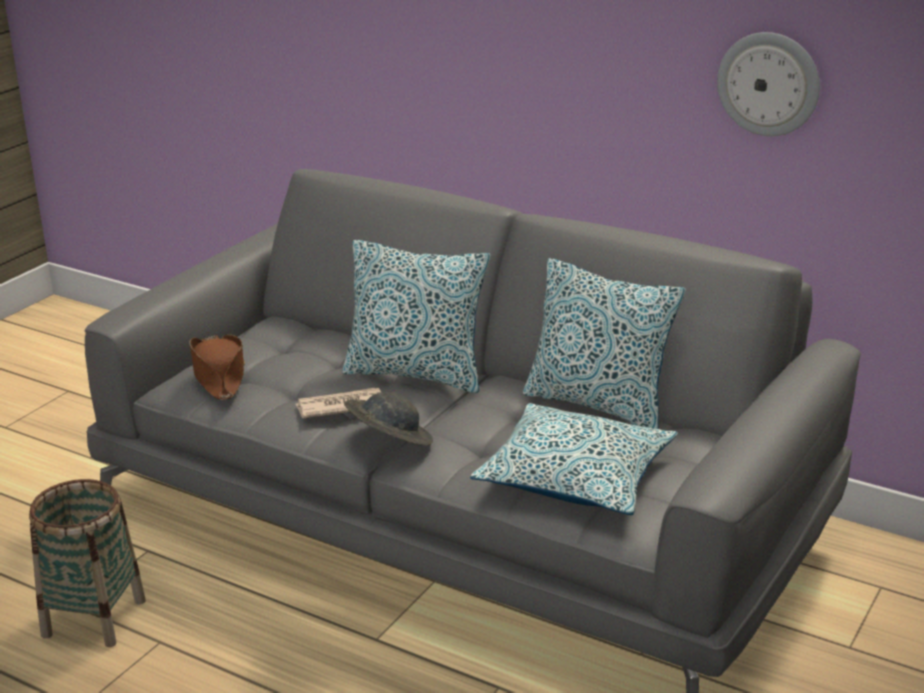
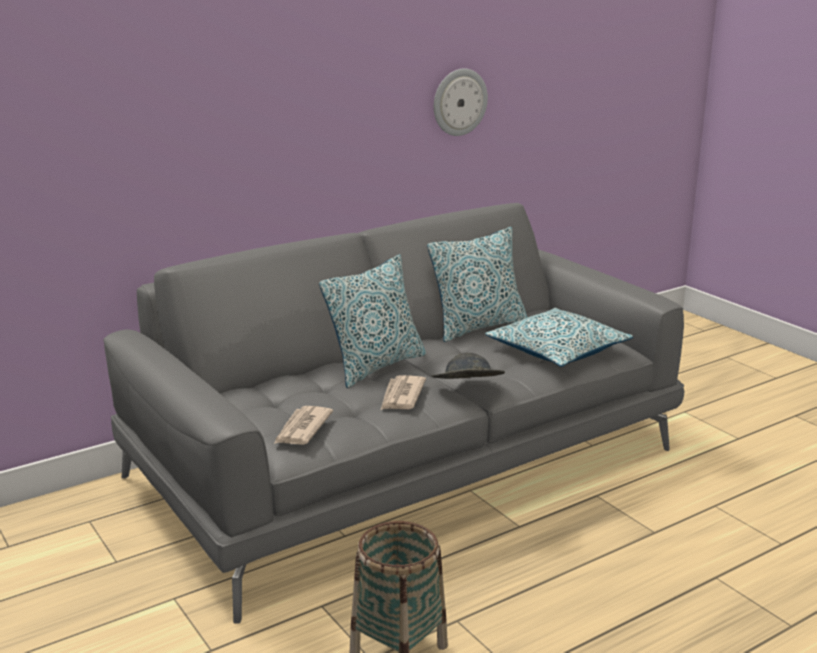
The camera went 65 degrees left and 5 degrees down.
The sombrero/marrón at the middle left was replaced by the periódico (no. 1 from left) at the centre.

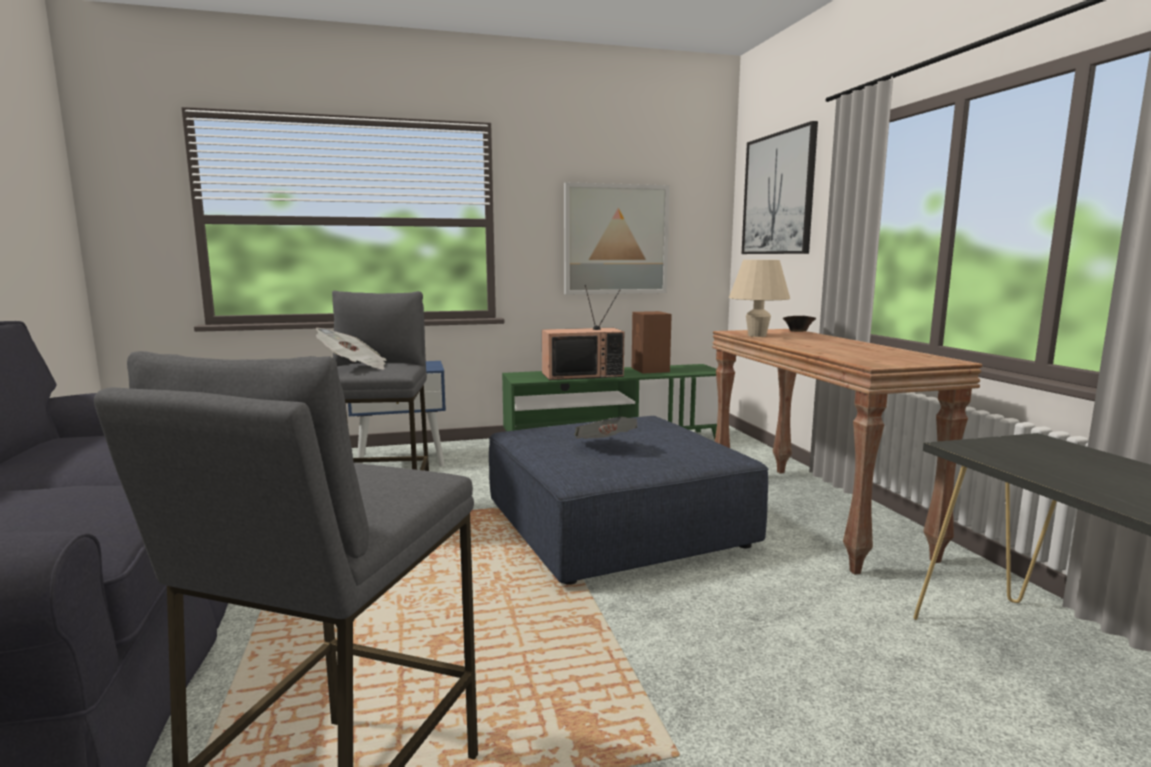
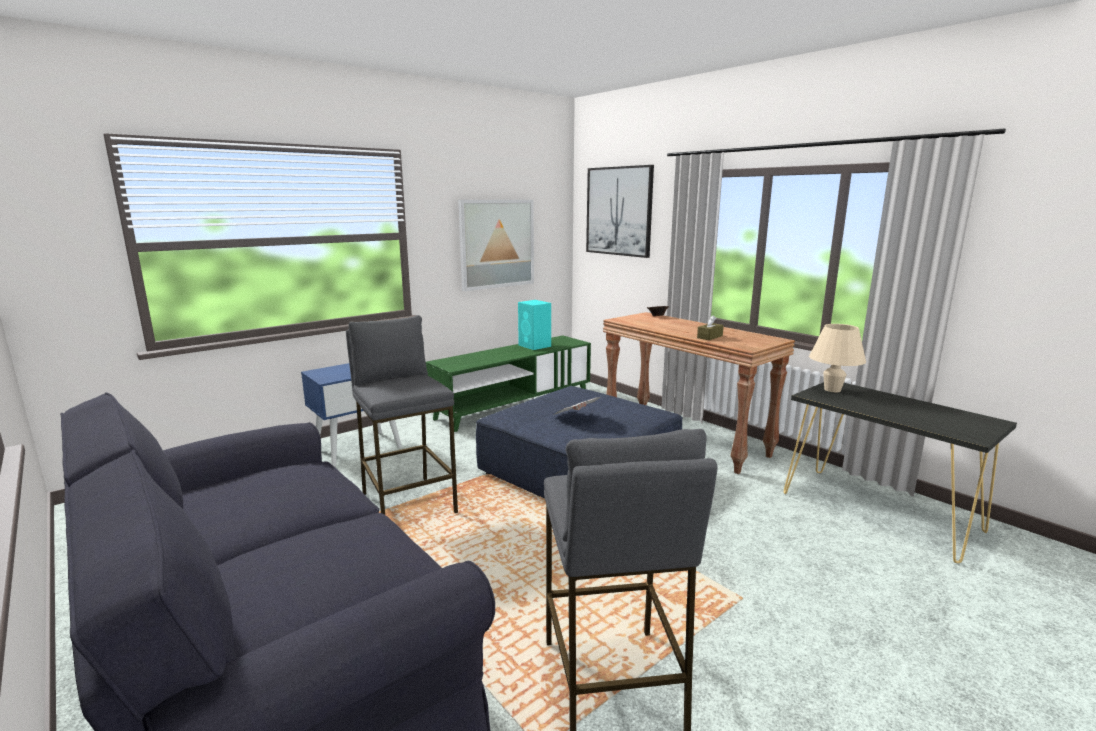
The camera went 25 degrees left and 5 degrees up.
The periódico (no. 1 from left) at the middle left disappeared.
The televisor at the centre disappeared.
The altavoz/marrón at the centre became the altavoz/turquesa at the centre.
The lámpara de mesa/beis moved from the centre to the middle right.
The caja de pañuelos/marrón at the centre appeared.

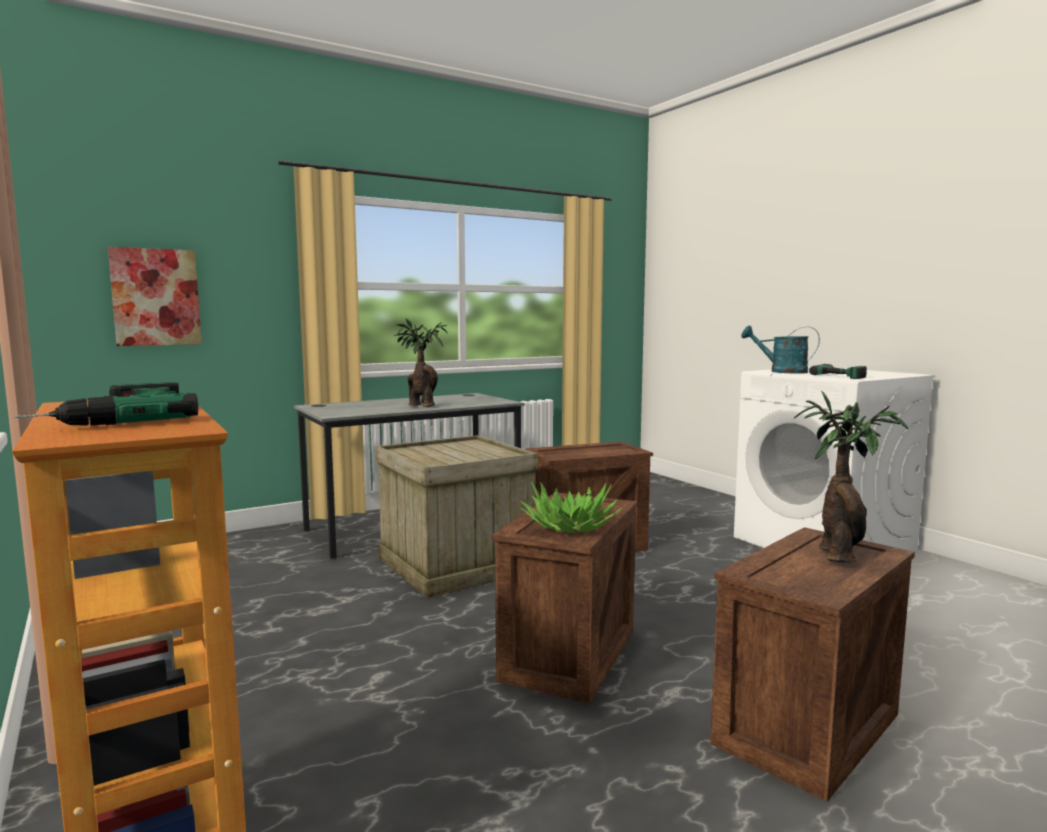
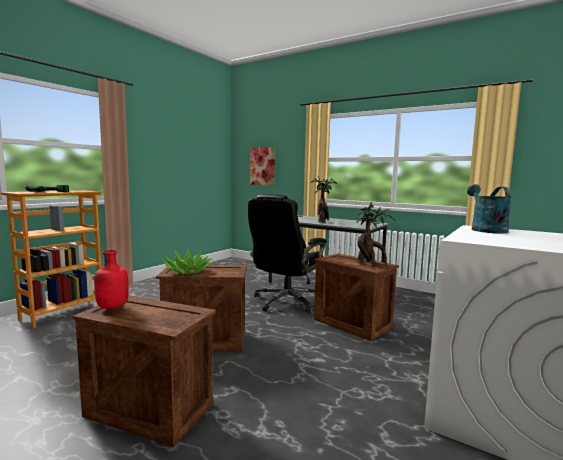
The camera went 65 degrees right and 0 degrees up.
The caja de embalaje (no. 1 from left) at the centre was replaced by the silla de oficina/negro at the centre.
The planta en maceta (no. 3 from left) moved from the middle right to the centre.
The taladro (no. 2 from left) at the middle right disappeared.
The botella/rojo at the middle left appeared.

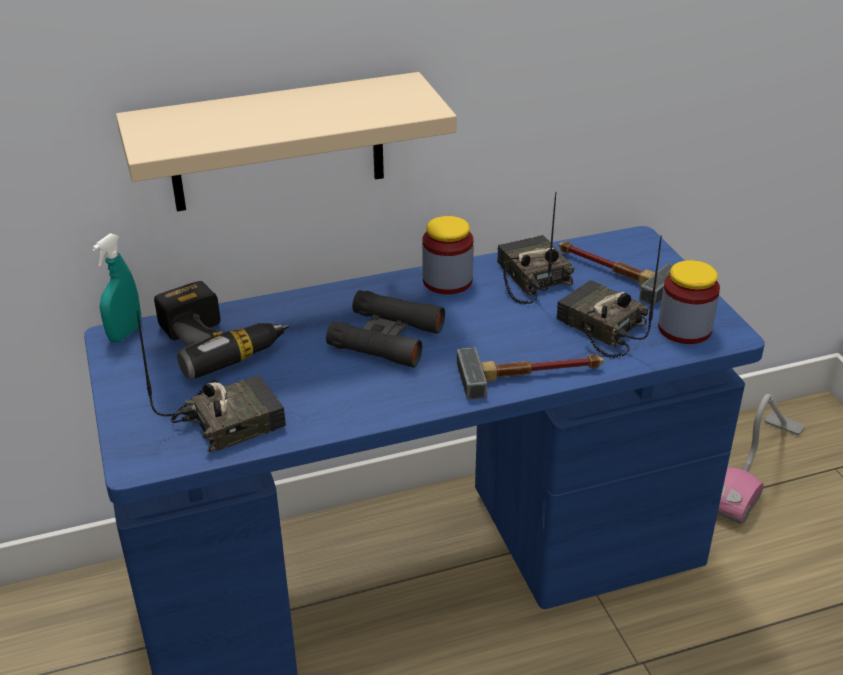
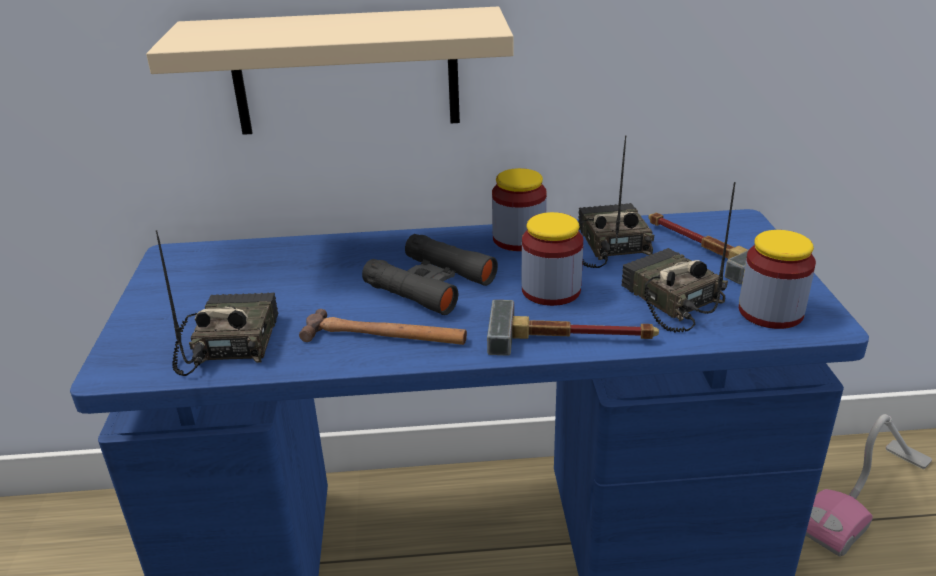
The camera went 15 degrees right and 5 degrees down.
The pulverizador/turquesa at the middle left disappeared.
The radio (no. 1 from left) at the middle left turned 75 degrees counterclockwise.
The taladro at the middle left disappeared.
The martillo (no. 1 from left) at the centre appeared.
The tarro (no. 2 from left) at the centre appeared.

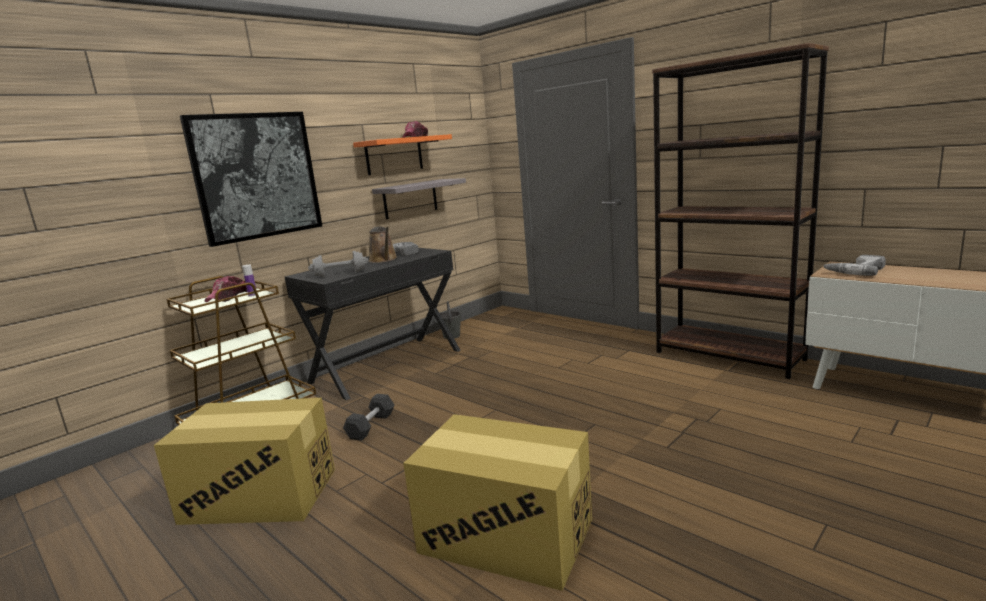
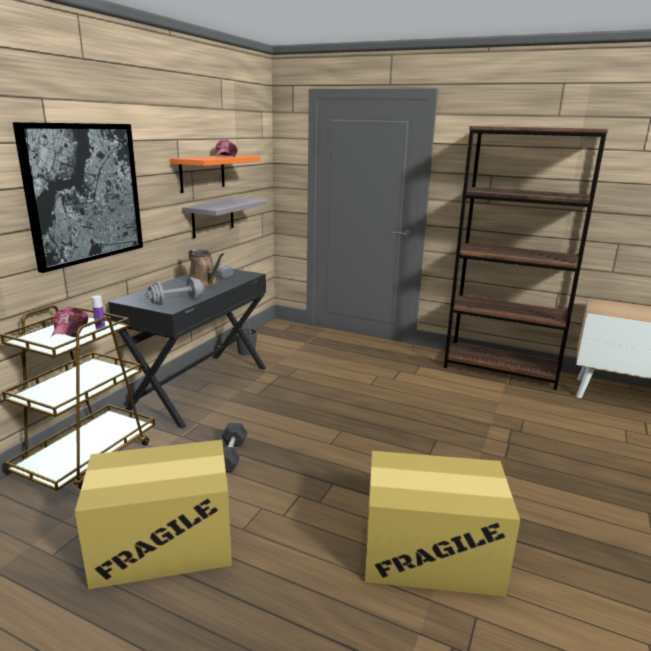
The camera went 20 degrees left and 5 degrees up.
The taladro (no. 2 from left) at the middle right disappeared.

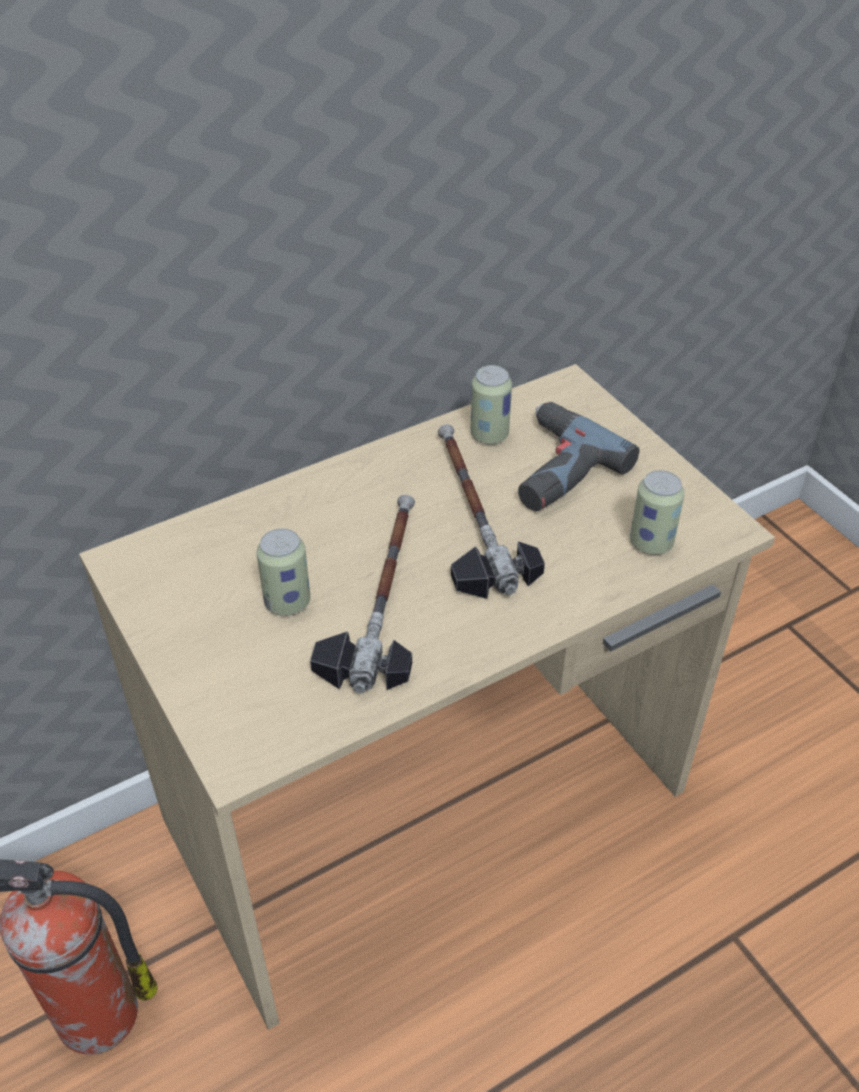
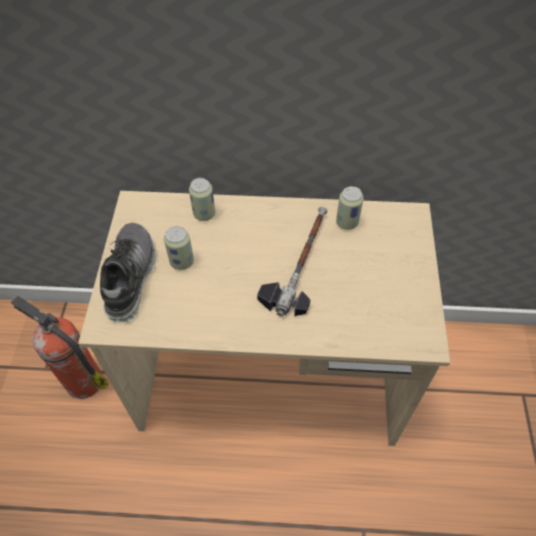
The camera went 35 degrees right and 10 degrees up.
The martillo (no. 1 from left) at the centre disappeared.
The taladro at the middle right disappeared.
The lata (no. 3 from left in the first image) moved from the middle right to the centre.
The zapato at the middle left appeared.

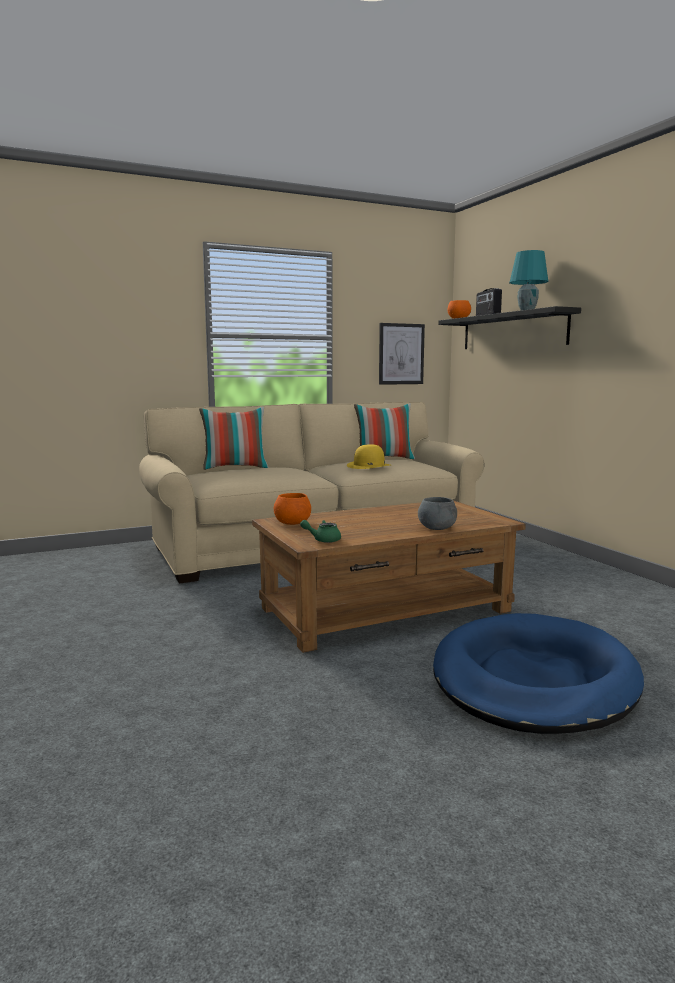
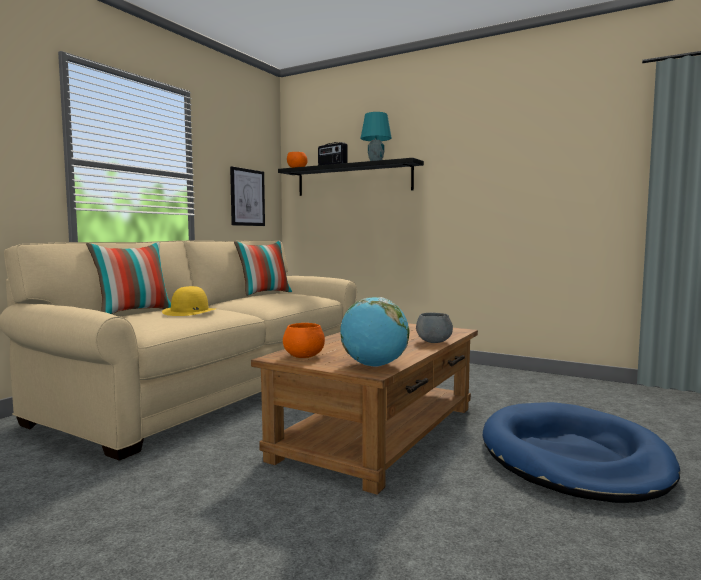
The camera went 35 degrees left and 5 degrees down.
The tetera/verde at the centre was replaced by the globo terráqueo at the centre.
The sombrero/amarillo moved from the centre to the middle left.

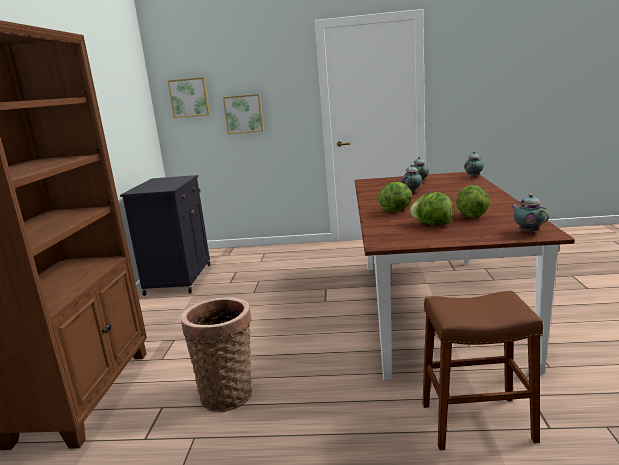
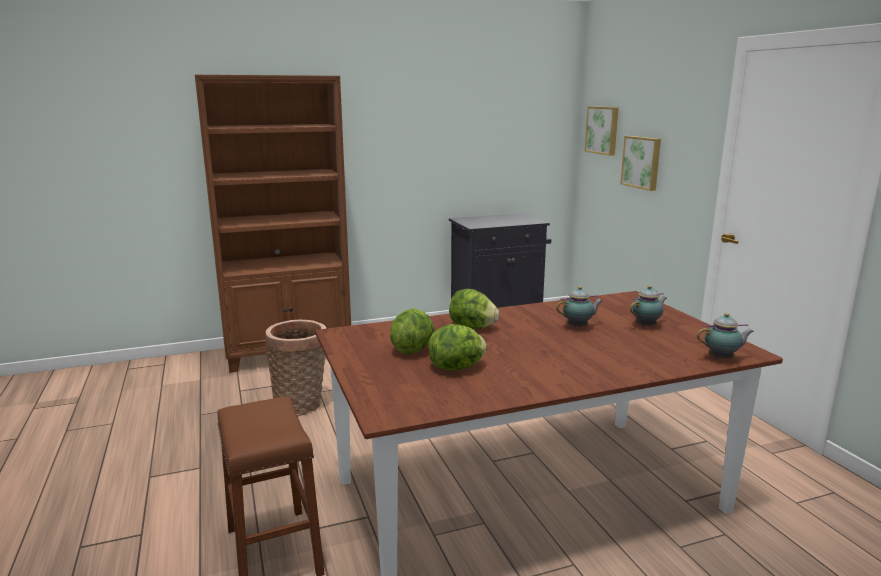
The camera went 65 degrees right and 0 degrees up.
The tetera (no. 4 from left) at the middle right disappeared.

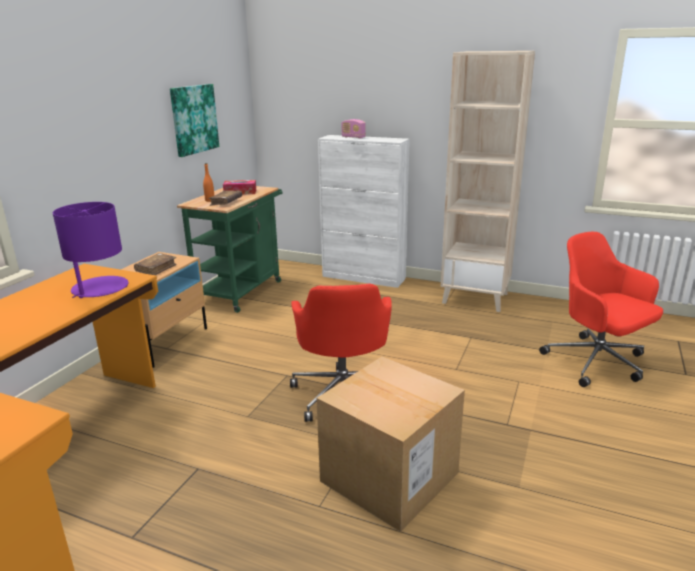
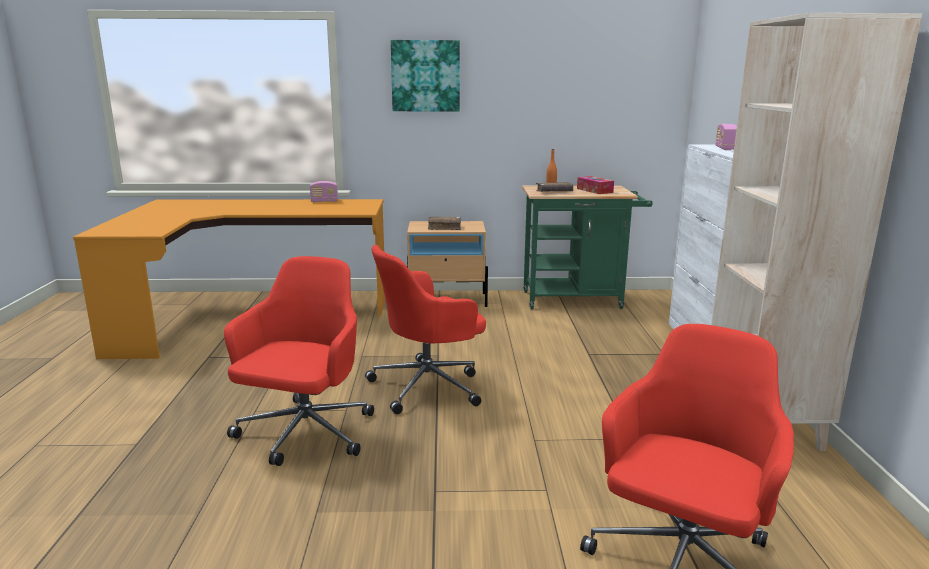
The camera went 65 degrees right and 5 degrees down.
The lámpara de mesa/morado at the middle left disappeared.
The cuadro moved from the top left to the top centre.
The caja de cartón at the bottom centre was replaced by the silla de oficina/rojo (no. 1 from left) at the middle left.
The radio (no. 1 from left) at the centre appeared.

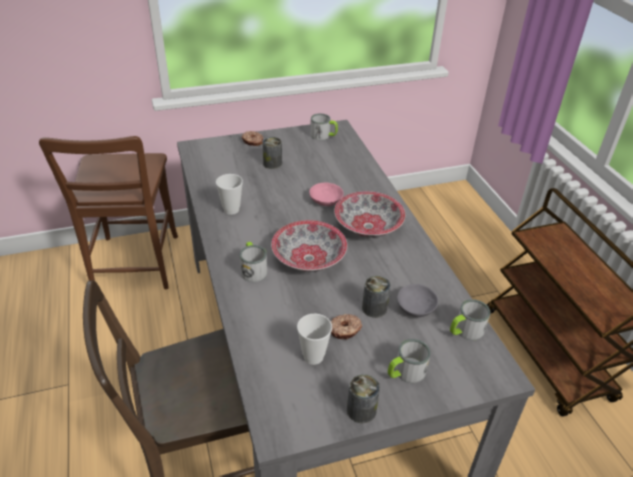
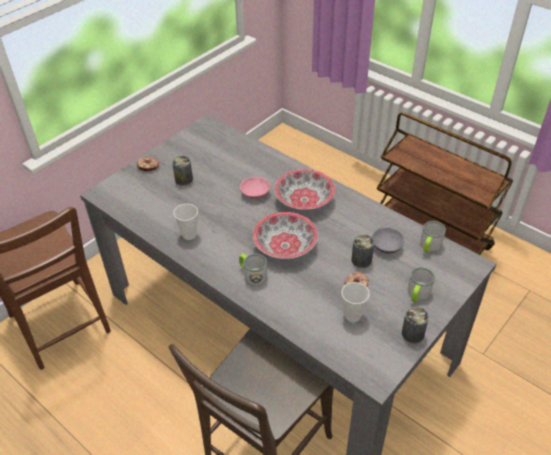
The camera went 30 degrees left and 5 degrees up.
The taza grande (no. 2 from left) at the top centre disappeared.

